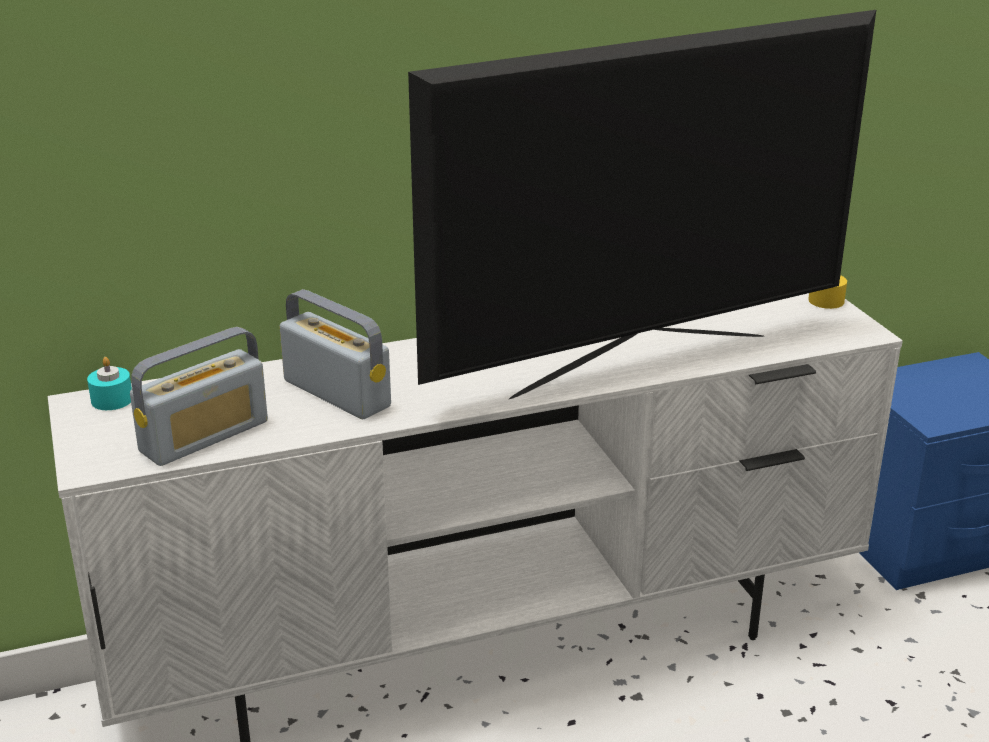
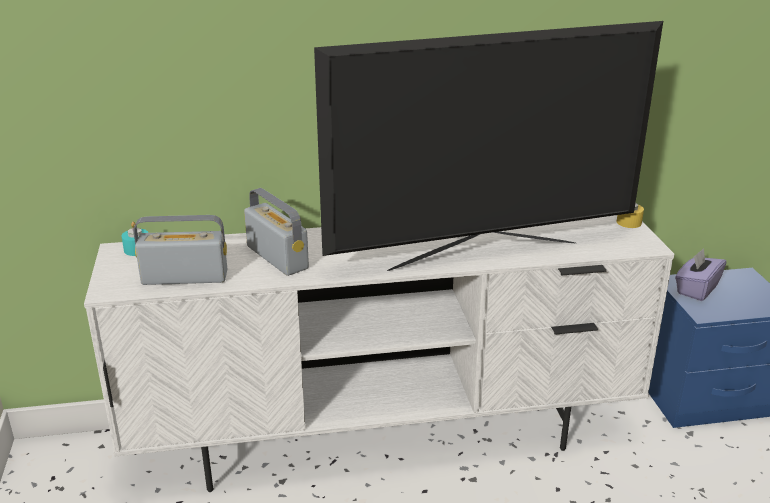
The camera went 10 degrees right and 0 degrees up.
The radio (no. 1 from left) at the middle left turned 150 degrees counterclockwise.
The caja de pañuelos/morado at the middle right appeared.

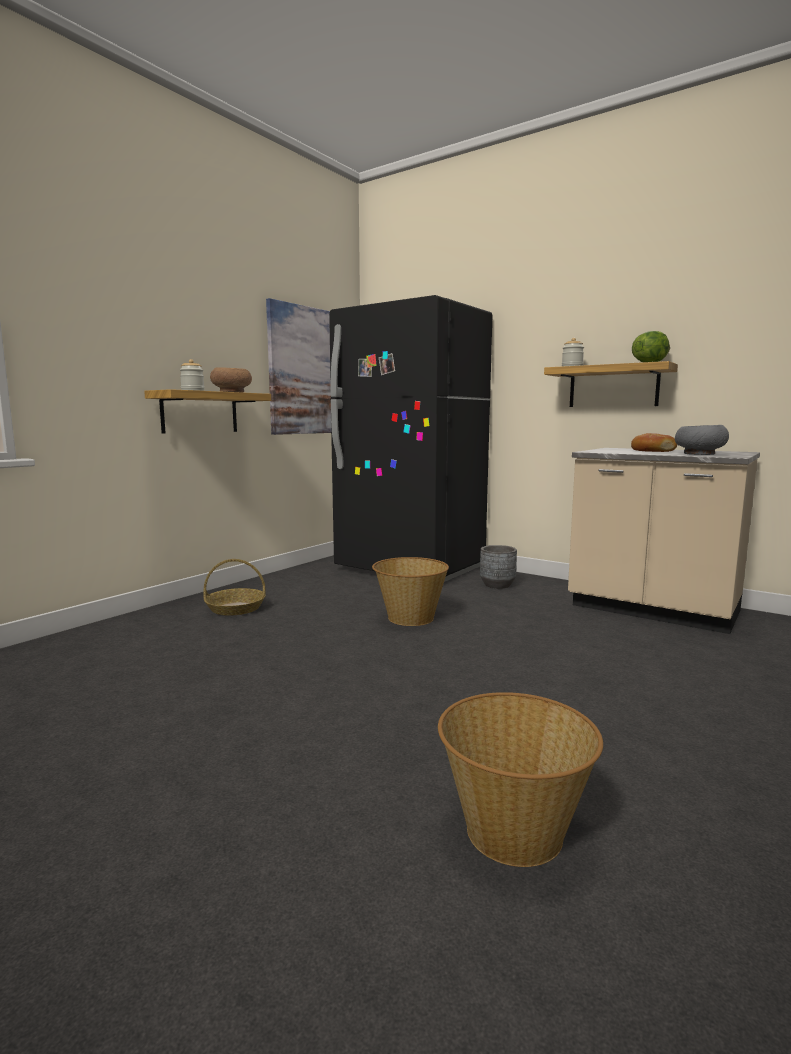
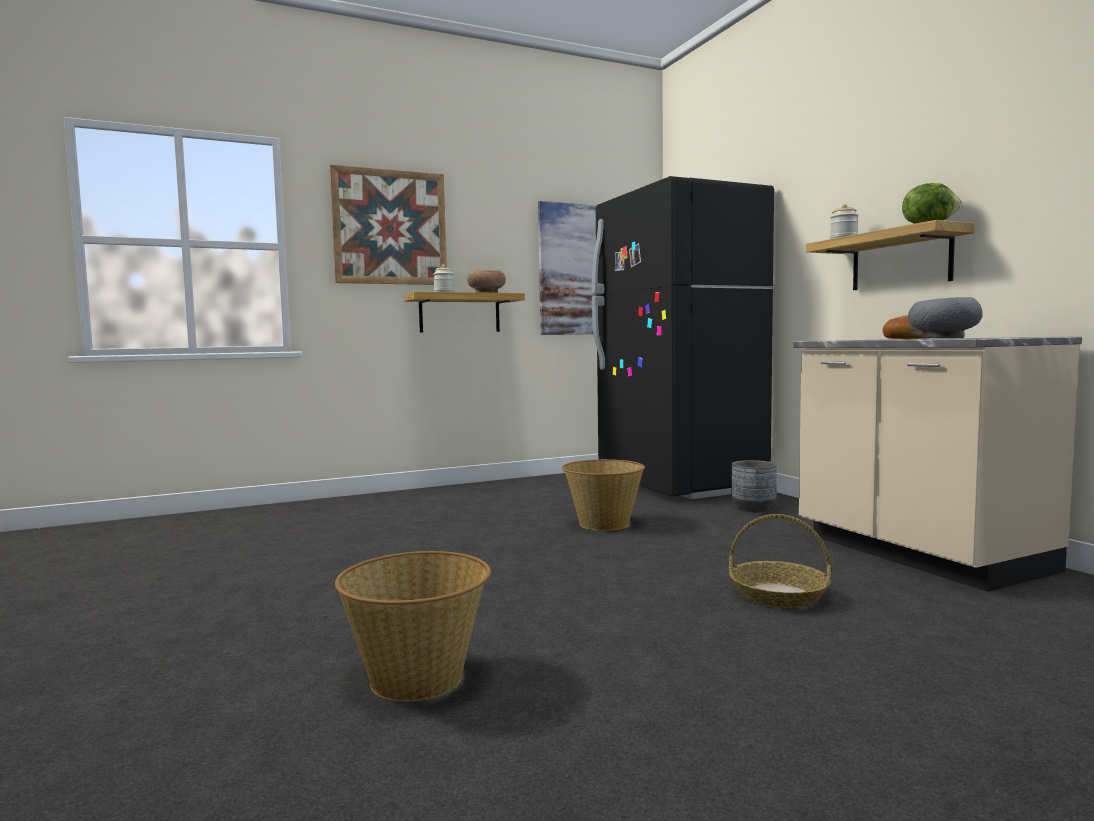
The camera went 30 degrees right and 5 degrees down.
The cesta (no. 1 from left in the first image) moved from the middle left to the bottom right.
The cuadro (no. 1 from left) at the top centre appeared.

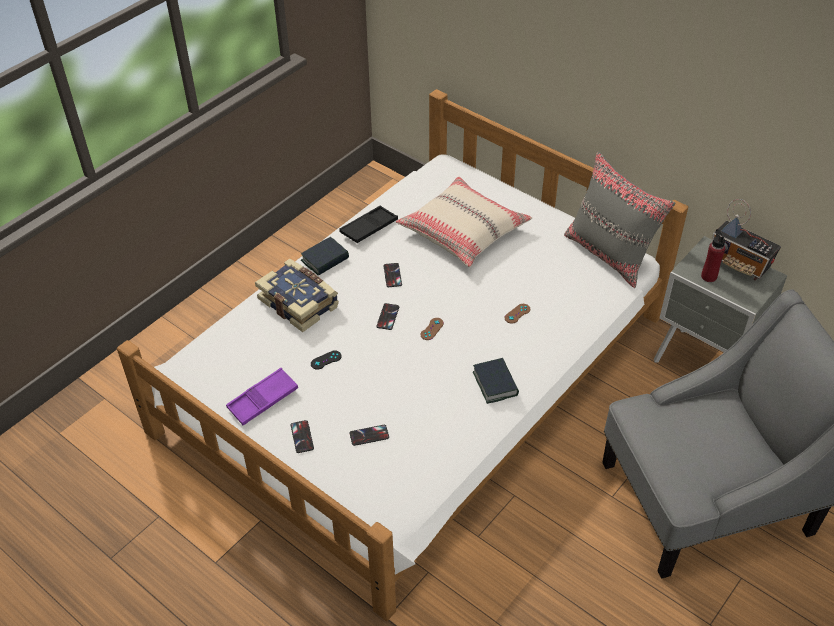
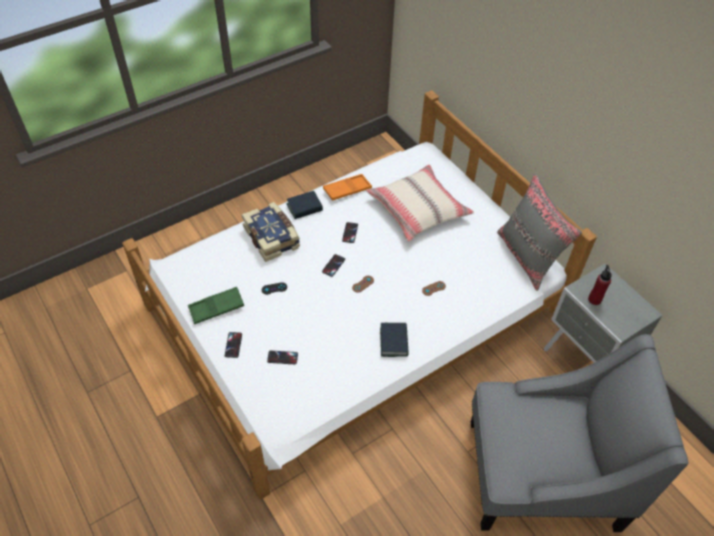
The camera went 15 degrees right and 5 degrees up.
The bandeja/morado at the middle left became the bandeja/verde at the middle left.
The bandeja/negro at the centre became the bandeja/naranja at the centre.
The radio at the middle right disappeared.

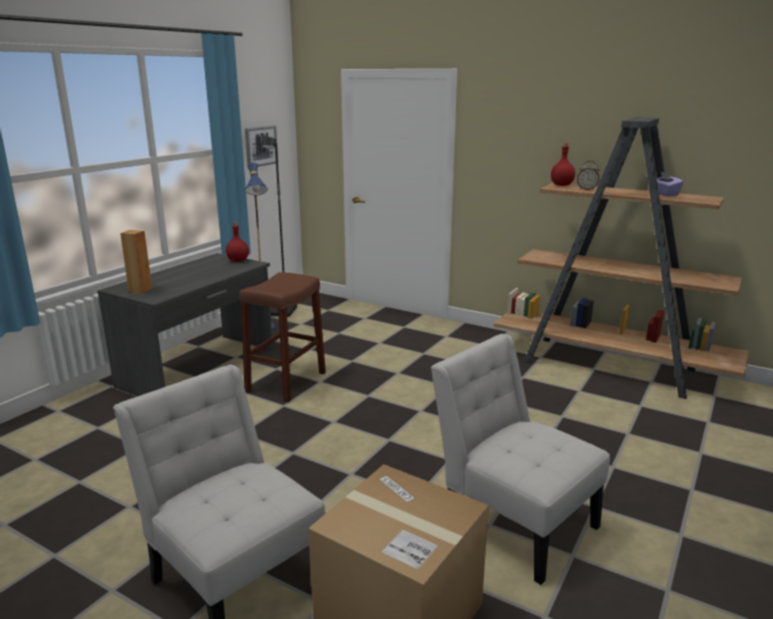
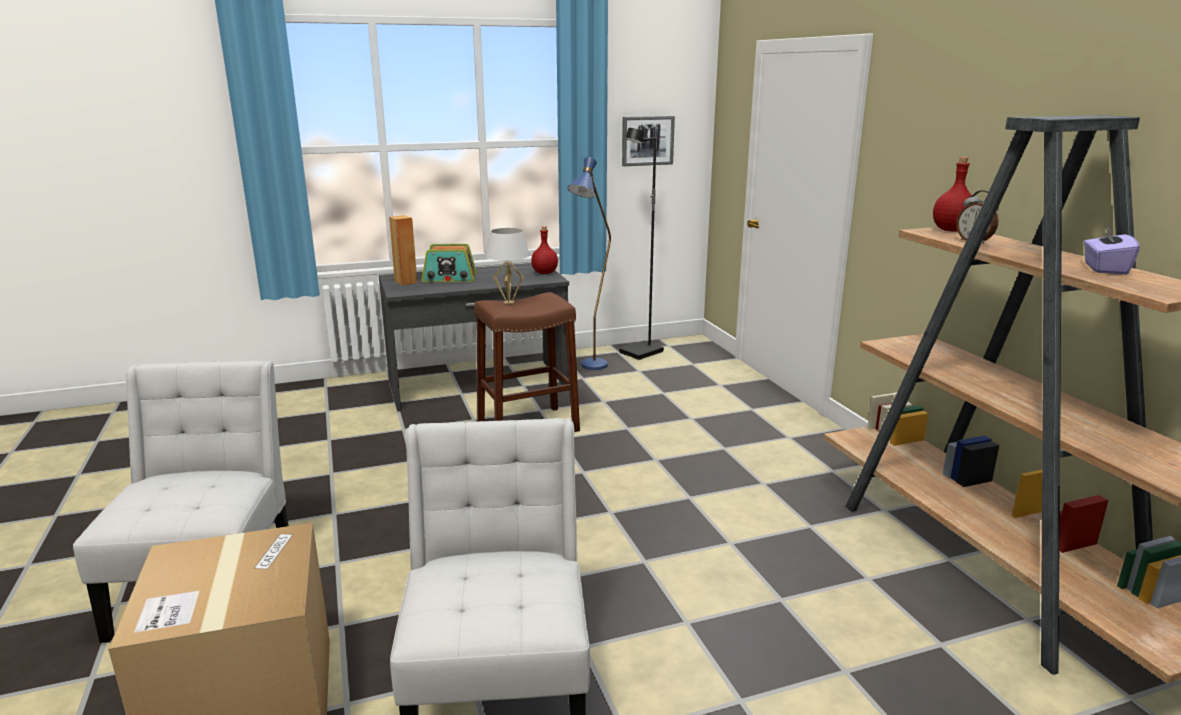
The camera went 40 degrees right and 0 degrees up.
The radio at the centre appeared.
The lámpara de mesa/blanco at the centre appeared.

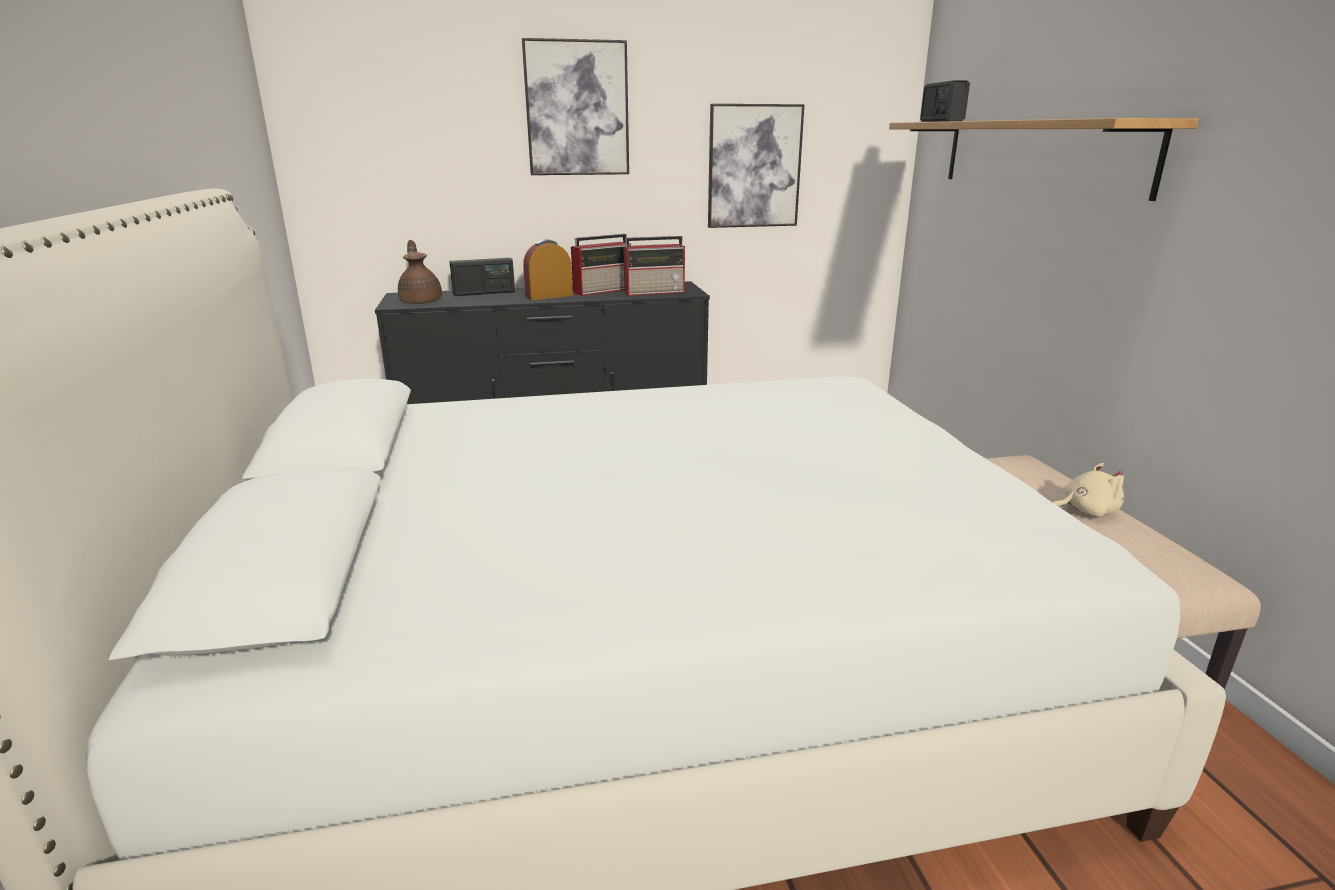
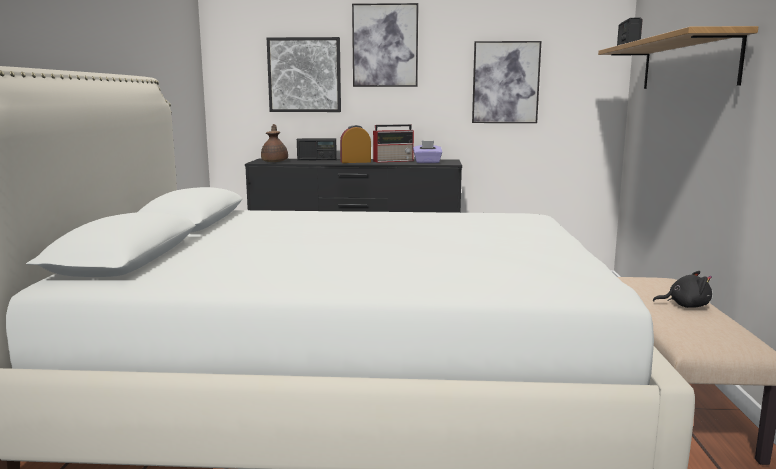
The camera went 15 degrees right and 10 degrees down.
The radio (no. 3 from left) at the top centre was replaced by the caja de pañuelos/morado at the top centre.
The peluche/beis at the middle right became the peluche/negro at the middle right.
The cuadro (no. 1 from left) at the top centre appeared.

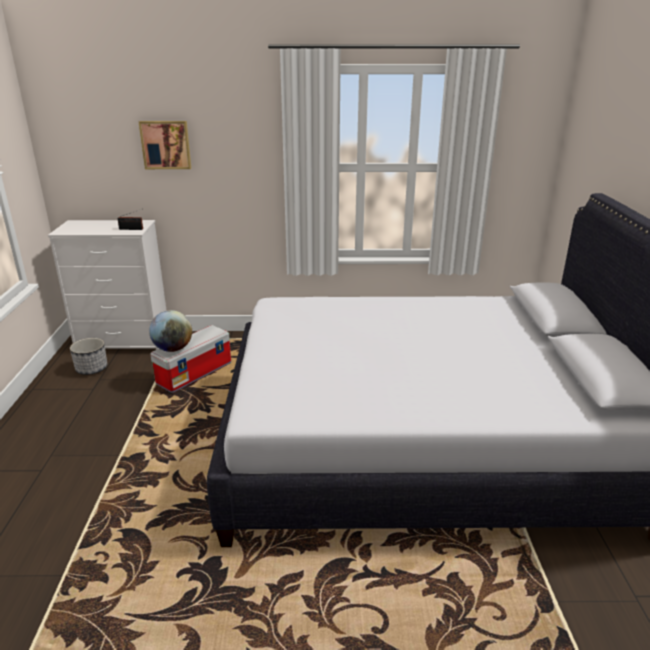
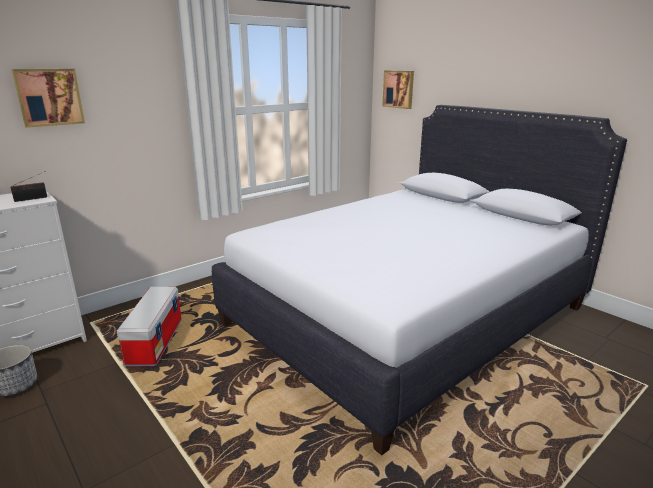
The camera went 40 degrees left and 5 degrees down.
The globo terráqueo at the middle left disappeared.
The cuadro (no. 2 from left) at the top centre appeared.

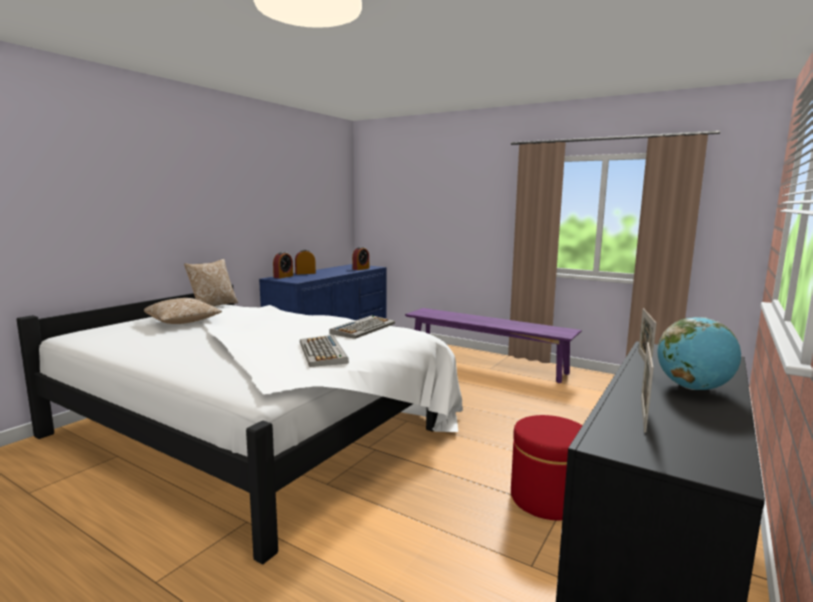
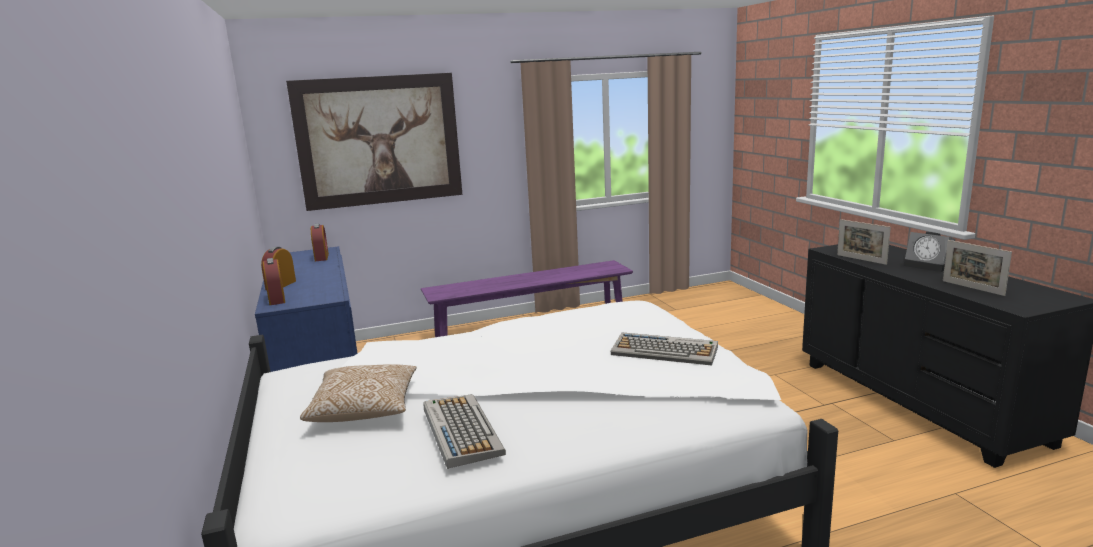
The camera went 50 degrees left and 5 degrees up.
The cojín (no. 2 from left) at the middle left disappeared.
The teclado (no. 2 from left in the first image) moved from the centre to the bottom centre.
The puf/rojo at the bottom right disappeared.
The globo terráqueo at the middle right was replaced by the despertador (no. 4 from left) at the middle right.
The cuadro at the top centre appeared.

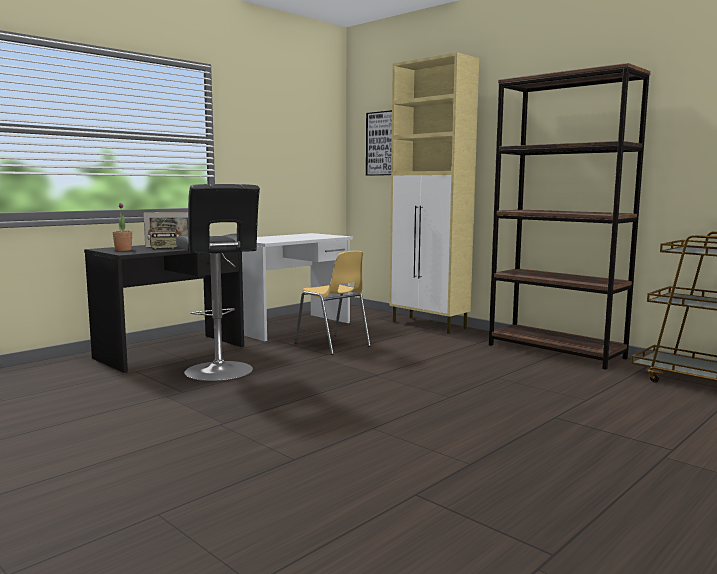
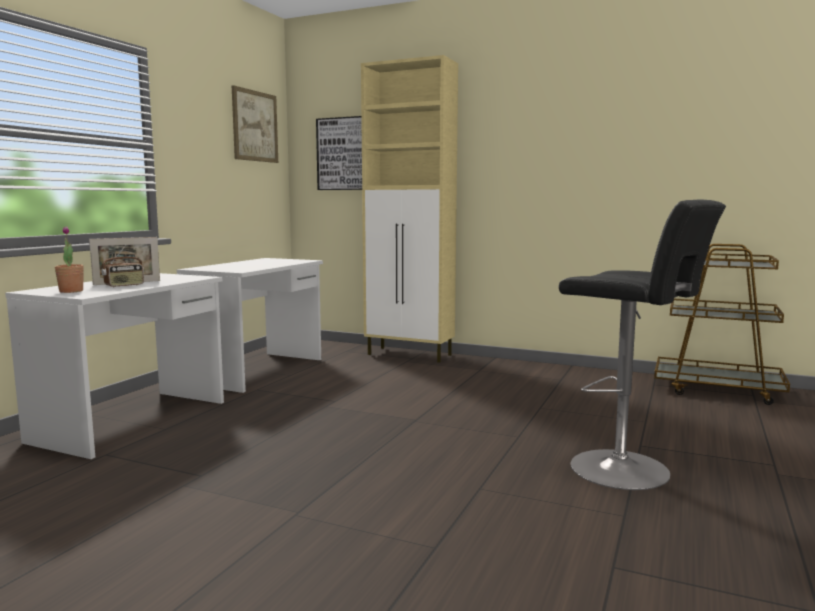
The camera went 20 degrees left and 0 degrees up.
The escritorio/negro at the middle left became the escritorio/blanco (no. 1 from left) at the middle left.
The taburete/negro moved from the middle left to the middle right.
The silla/amarillo at the centre disappeared.
The estantería/marrón at the middle right disappeared.
The cuadro (no. 1 from left) at the top left appeared.

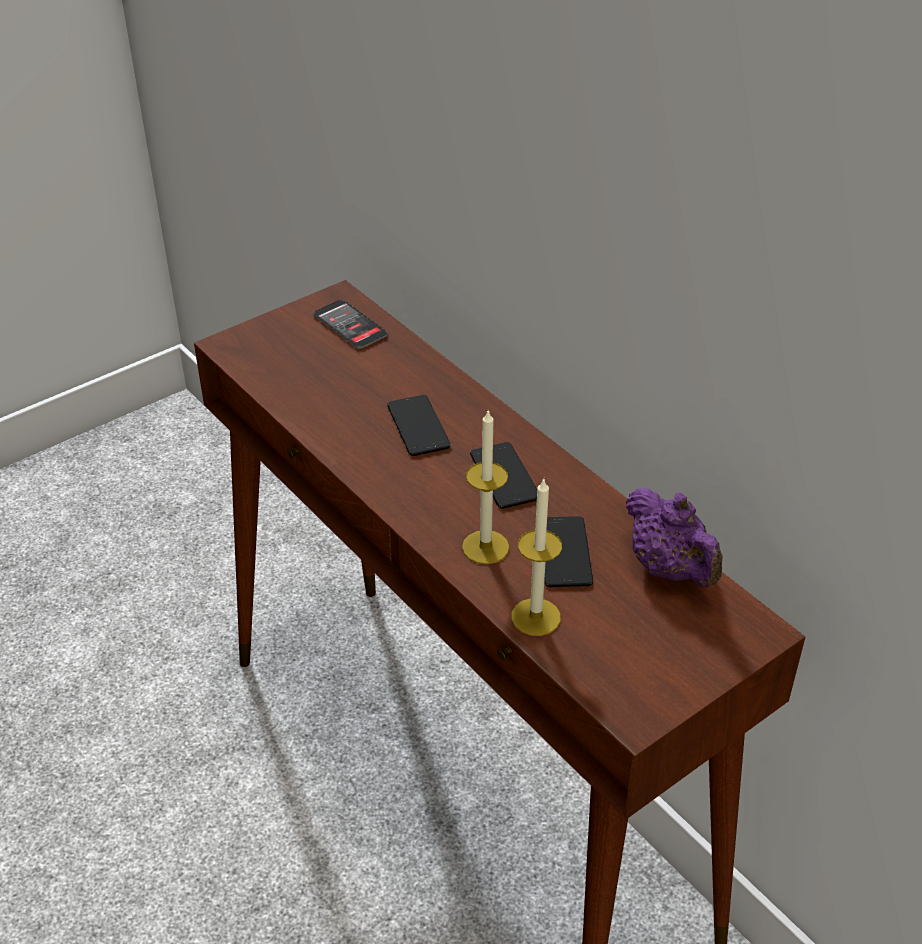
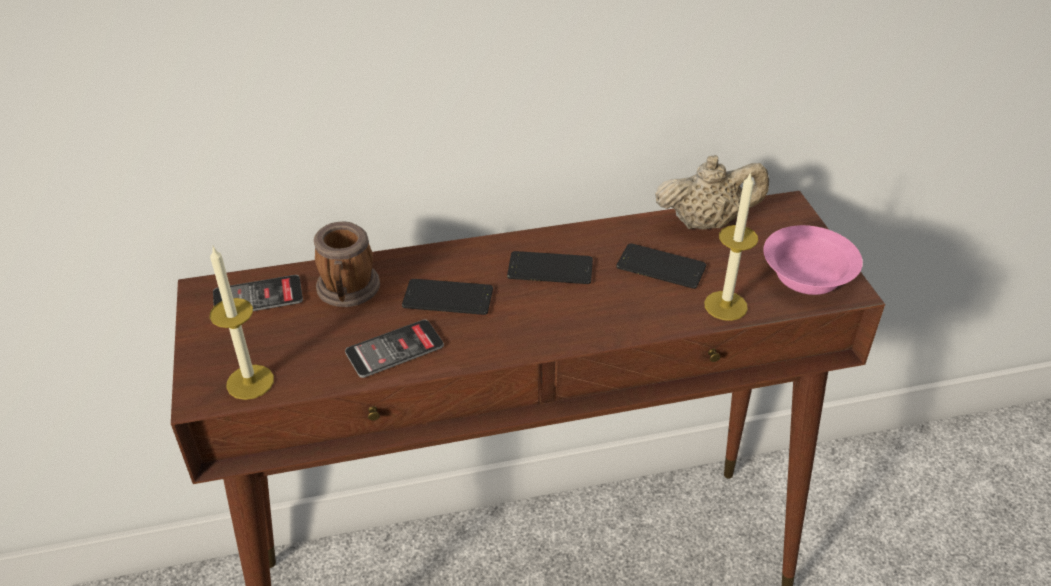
The camera went 65 degrees left and 0 degrees up.
The vela (no. 1 from left) moved from the centre to the middle left.
The tetera/morado at the middle right became the tetera/beis at the top right.
The taza grande at the middle left appeared.
The móvil (no. 2 from left) at the centre appeared.
The cuenco/rosa at the middle right appeared.

